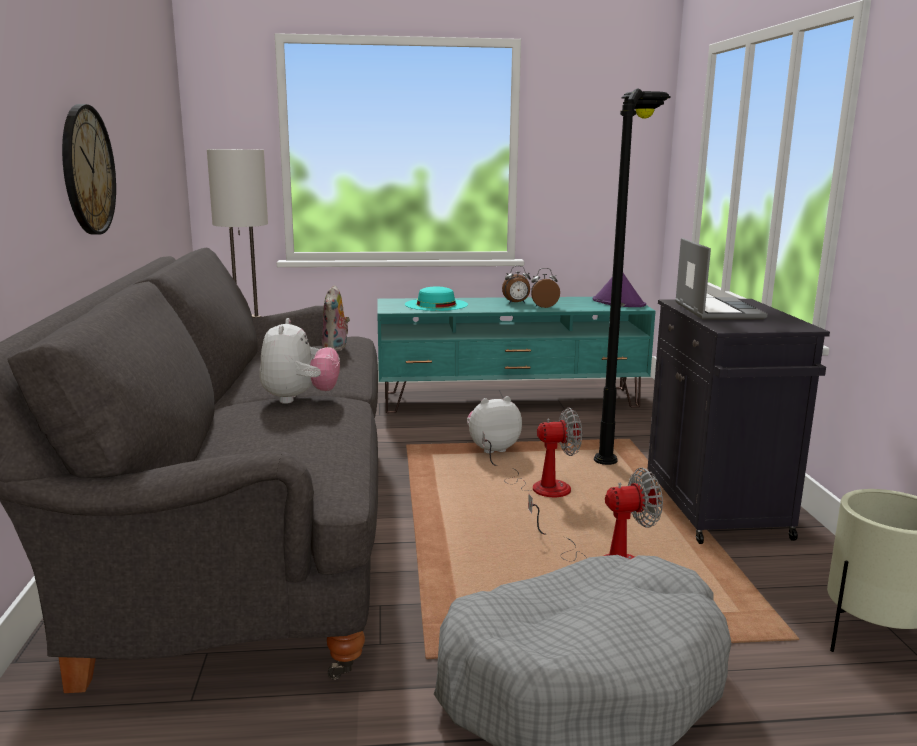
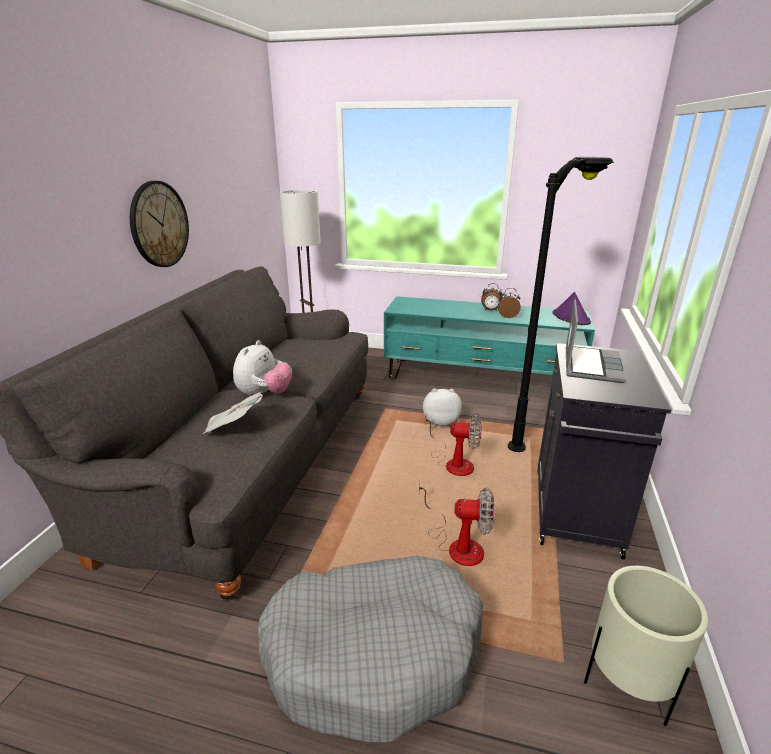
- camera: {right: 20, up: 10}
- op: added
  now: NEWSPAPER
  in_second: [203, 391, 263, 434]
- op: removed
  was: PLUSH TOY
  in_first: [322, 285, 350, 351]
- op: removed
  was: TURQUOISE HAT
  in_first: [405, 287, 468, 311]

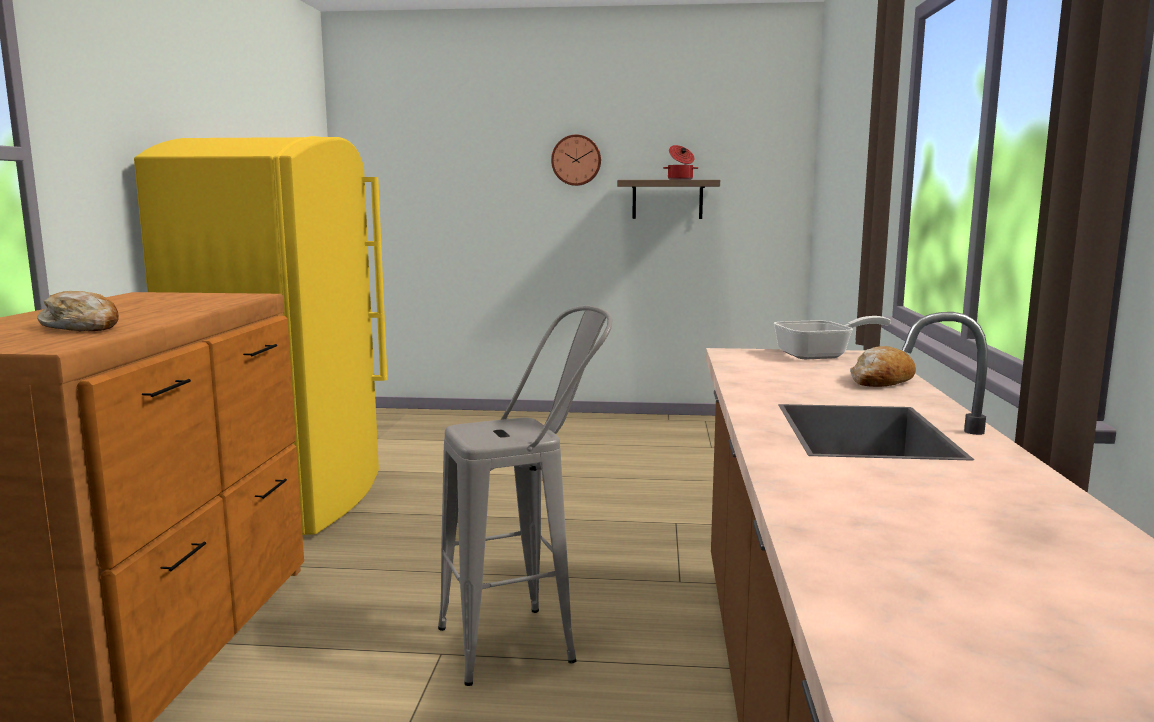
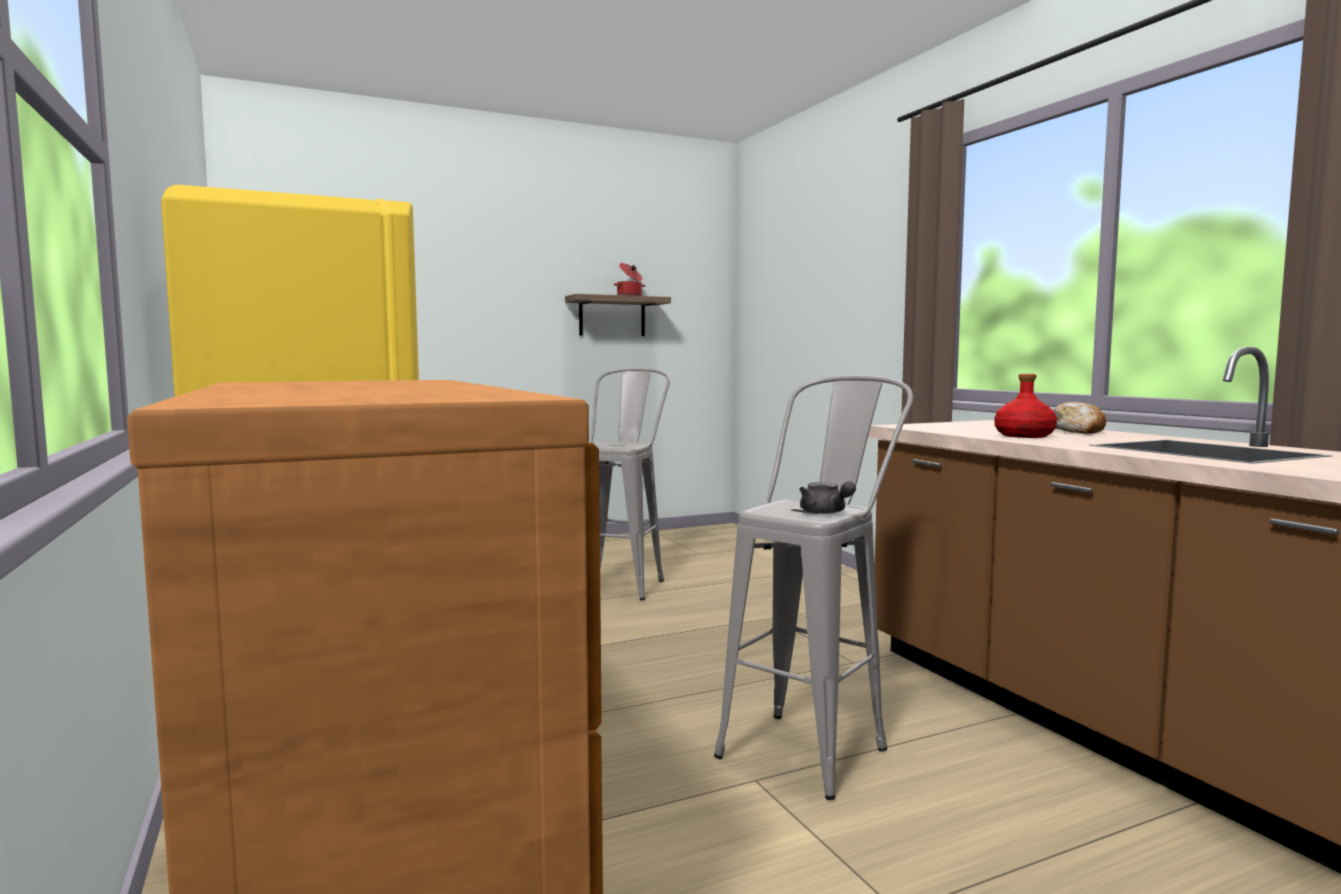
- camera: {right: -30, up: -5}
- op: added
  now: GREY STOOL
  in_second: [591, 368, 670, 600]
- op: added
  now: GREY TEAPOT
  in_second: [799, 481, 856, 514]
- op: added
  now: RED BOTTLE
  in_second: [994, 374, 1057, 438]
- op: removed
  was: BREAD
  in_first: [37, 291, 119, 332]
- op: removed
  was: WALL CLOCK
  in_first: [551, 134, 601, 186]
- op: removed
  was: FRYING PAN
  in_first: [773, 316, 891, 359]

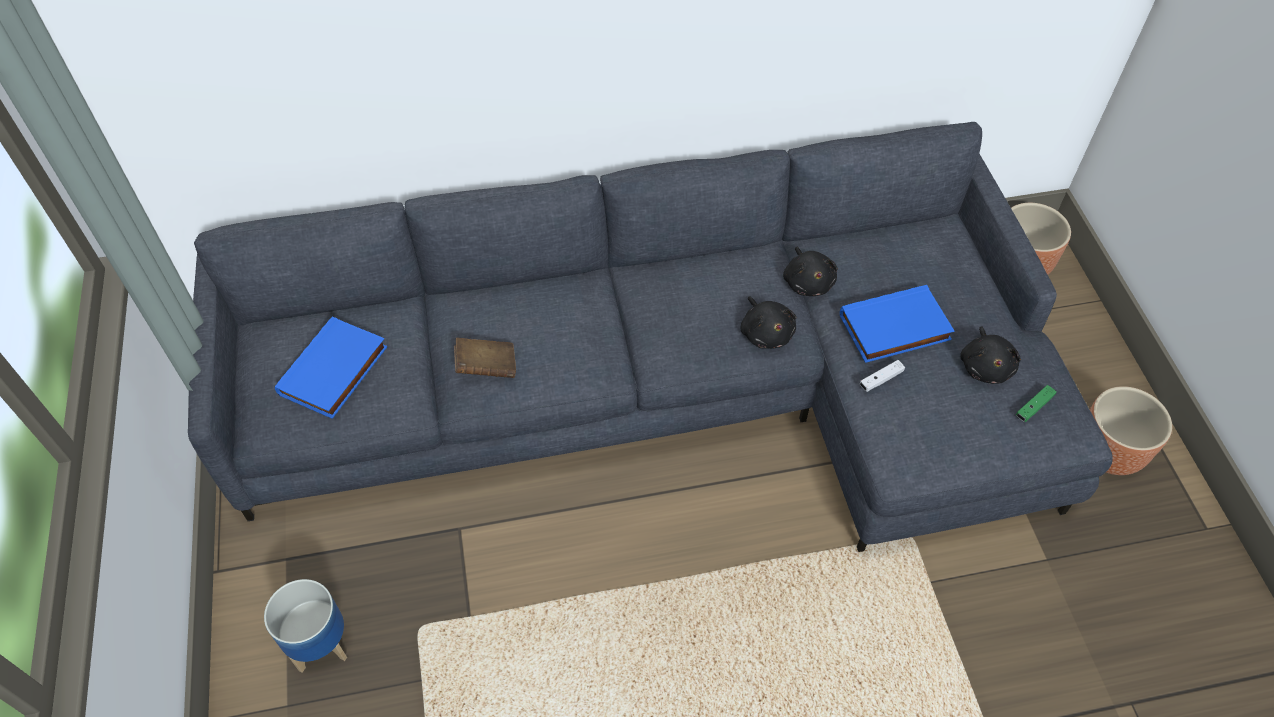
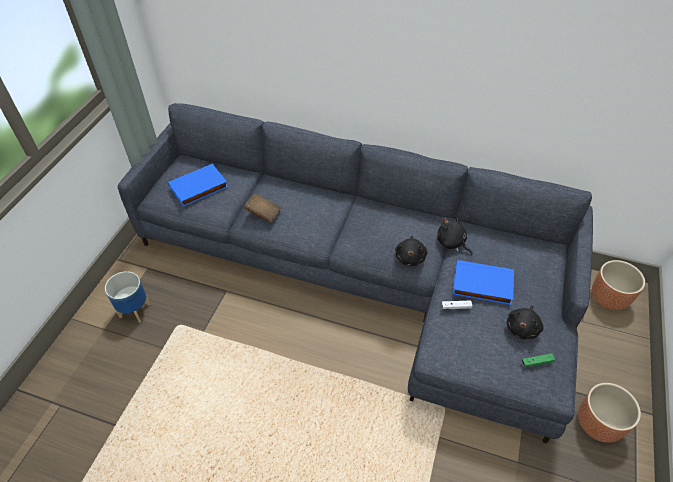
- camera: {right: 30, up: -5}
- op: turned
  was: BLACK PLUSH TOY
  in_first: [783, 247, 838, 296]
  in_second: [437, 215, 473, 255]
  clockwise: 120

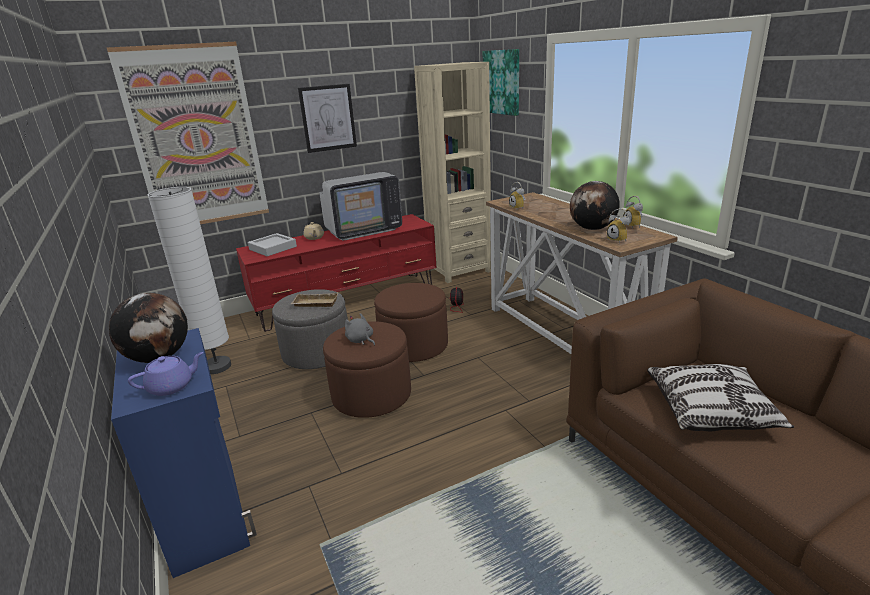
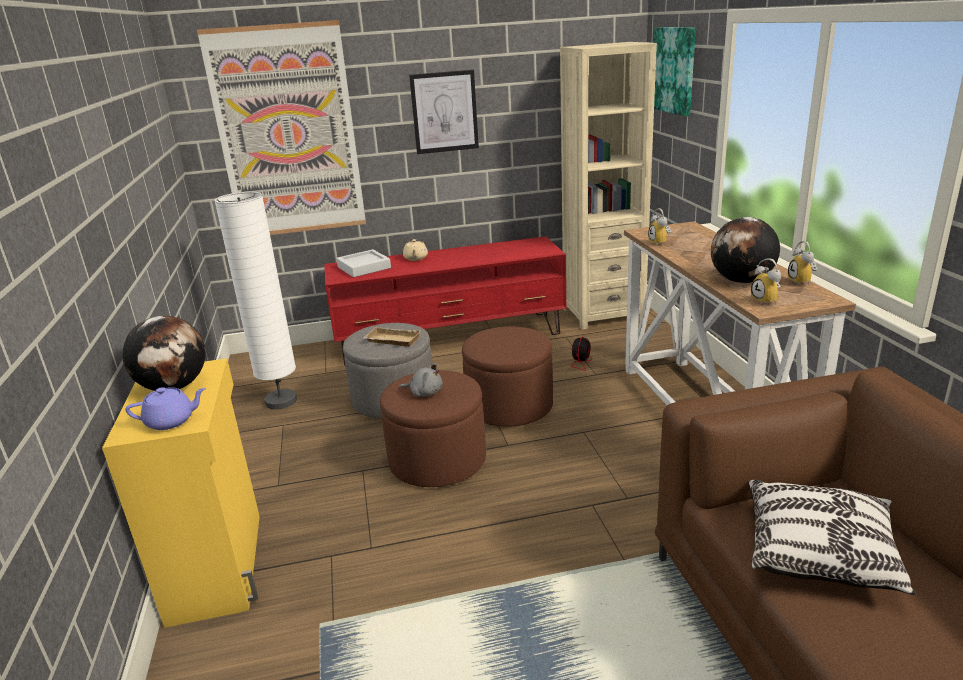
- camera: {right: 15, up: 0}
- op: recoloured
  was: BLUE CABINET
  now: YELLOW CABINET
  in_first: [111, 328, 257, 578]
  in_second: [102, 358, 260, 628]
- op: turned
  was: GREY PLUSH TOY
  in_first: [345, 313, 375, 346]
  in_second: [399, 363, 443, 397]
  clockwise: 135
- op: removed
  was: TELEVISION
  in_first: [320, 172, 402, 240]

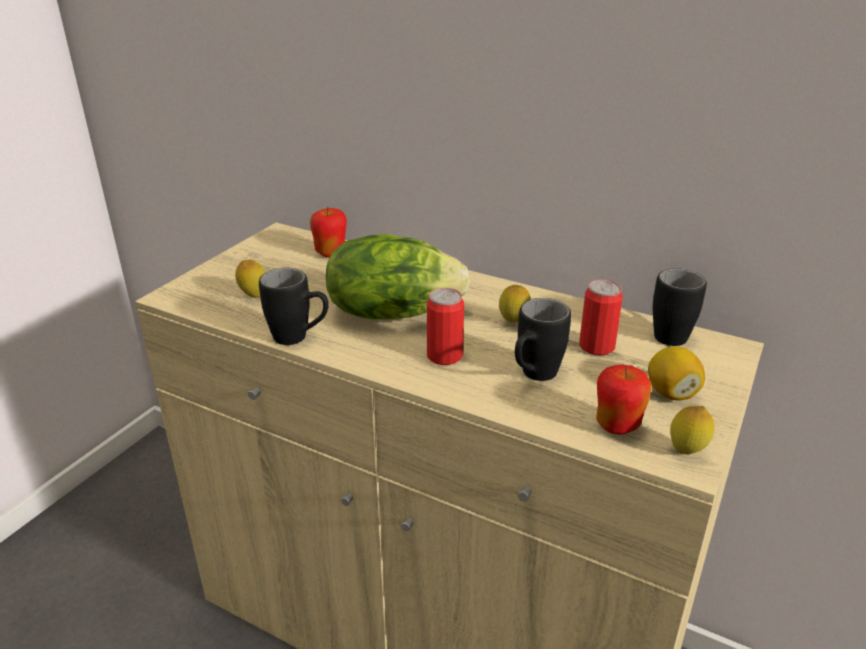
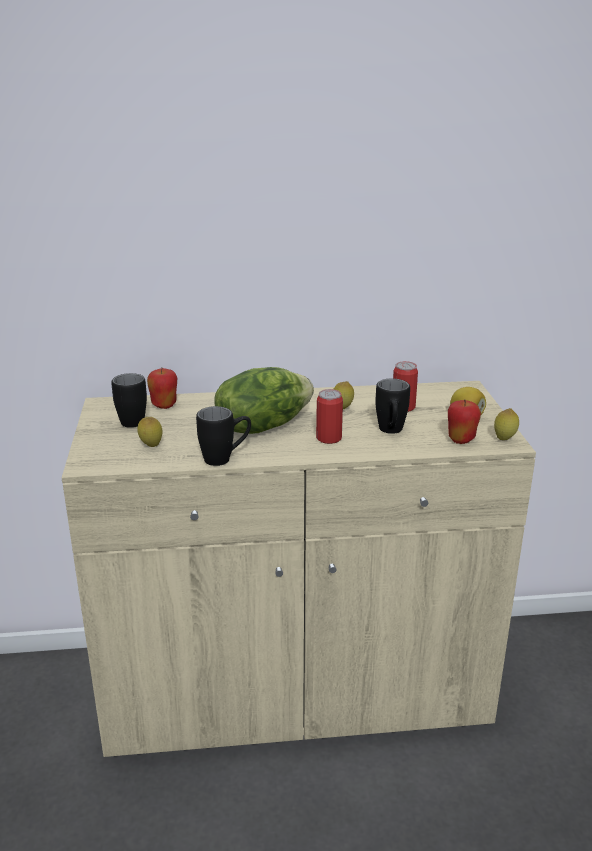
- camera: {right: -35, up: -5}
- op: moved
  was: BLACK MUG
  in_first: [653, 268, 707, 346]
  in_second: [111, 373, 147, 428]

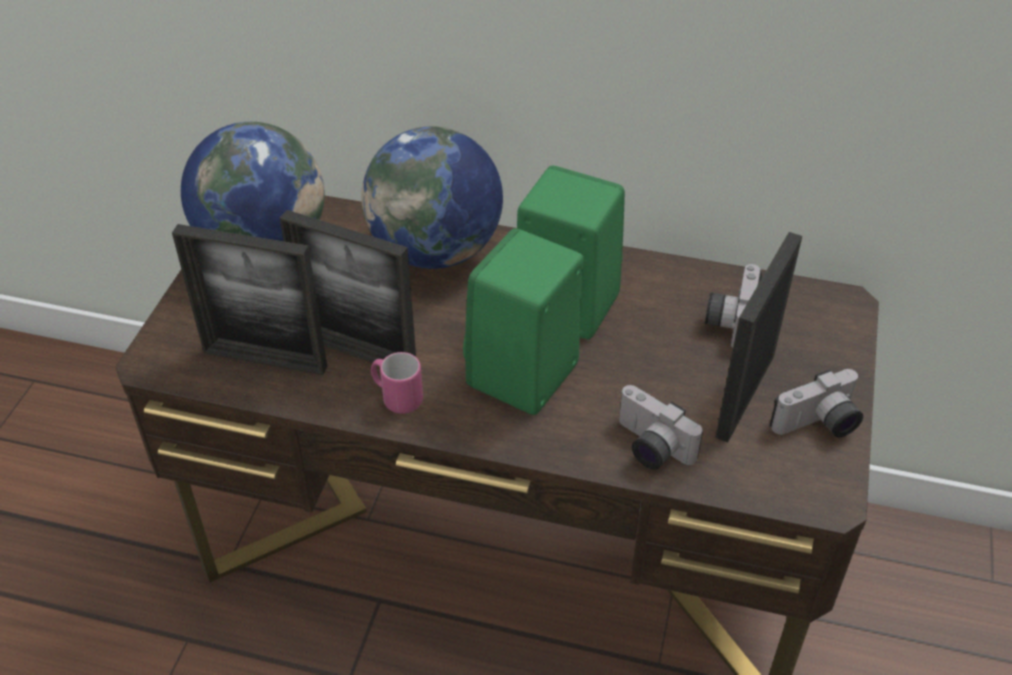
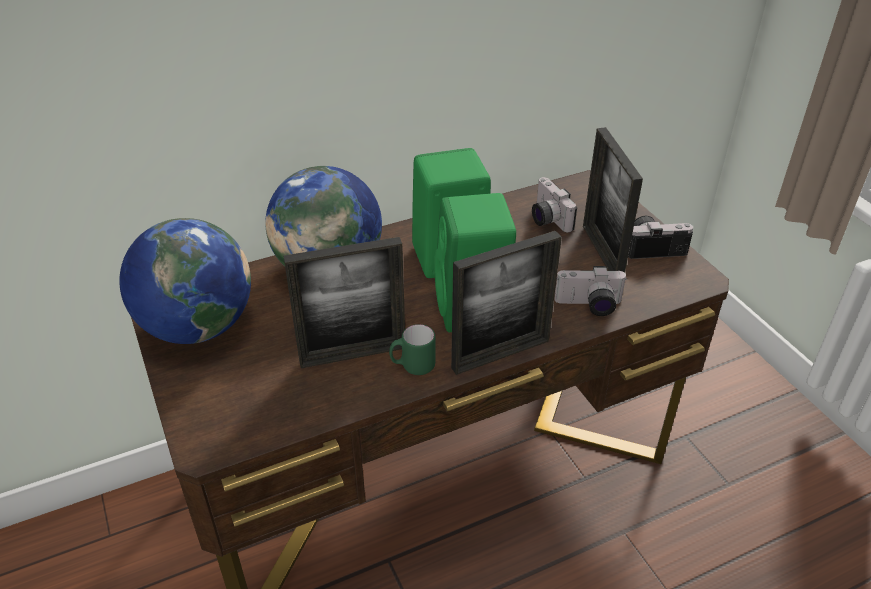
- camera: {right: -40, up: -5}
- op: recoloured
  was: PINK MUG
  now: GREEN MUG
  in_first: [371, 352, 423, 414]
  in_second: [389, 324, 435, 375]
- op: moved
  was: PICTURE FRAME
  in_first: [172, 224, 327, 375]
  in_second: [451, 231, 562, 375]
- op: turned
  was: PHOTO CAMERA
  in_first: [770, 369, 863, 437]
  in_second: [628, 216, 693, 259]
  clockwise: -120

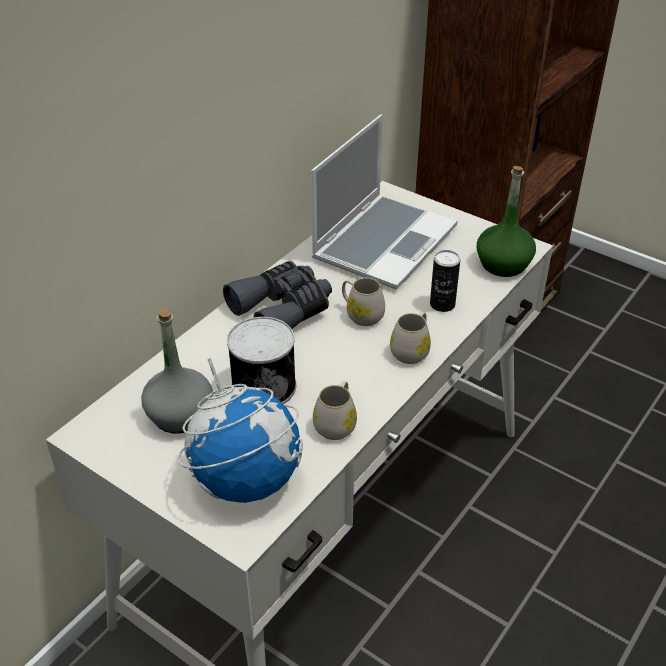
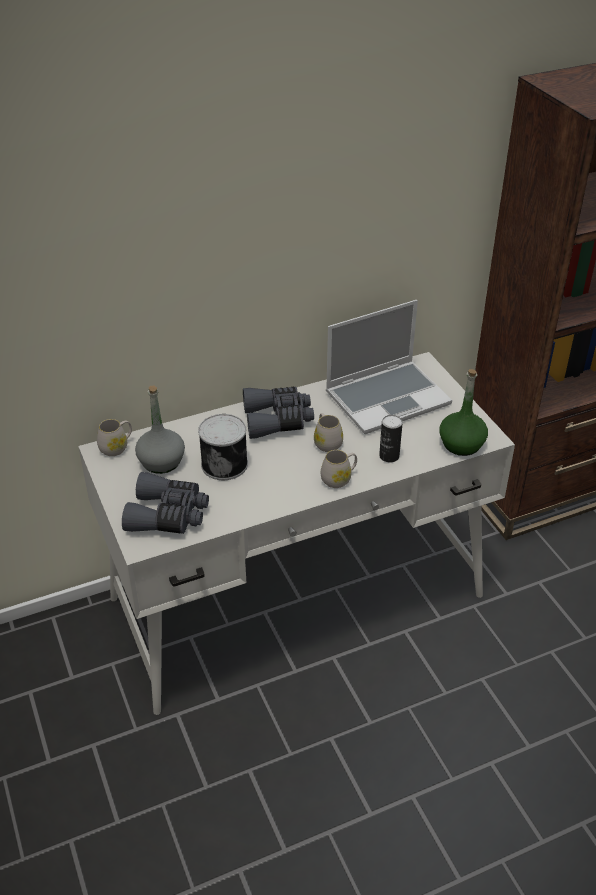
- camera: {right: 30, up: 0}
- op: moved
  was: WHITE MUG
  in_first: [313, 381, 357, 440]
  in_second: [97, 419, 132, 456]
- op: replaced
  was: GLOBE
  now: GREY BINOCULARS
  in_first: [178, 358, 303, 503]
  in_second: [122, 472, 209, 534]

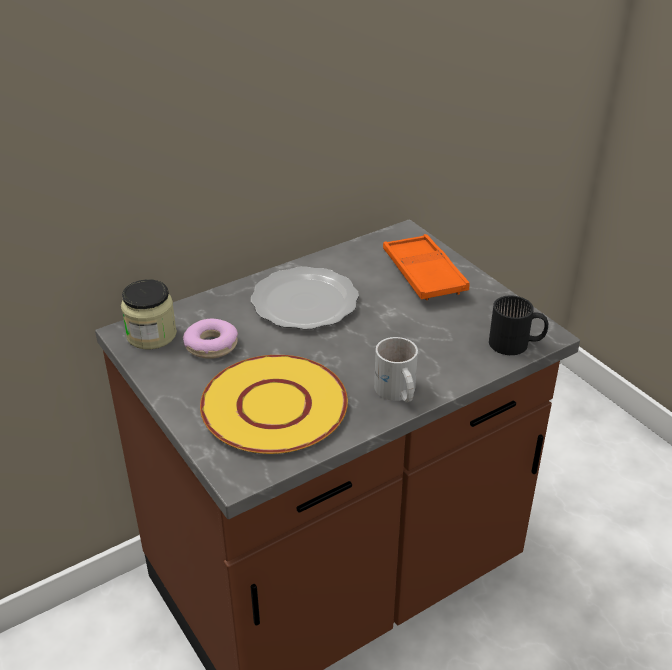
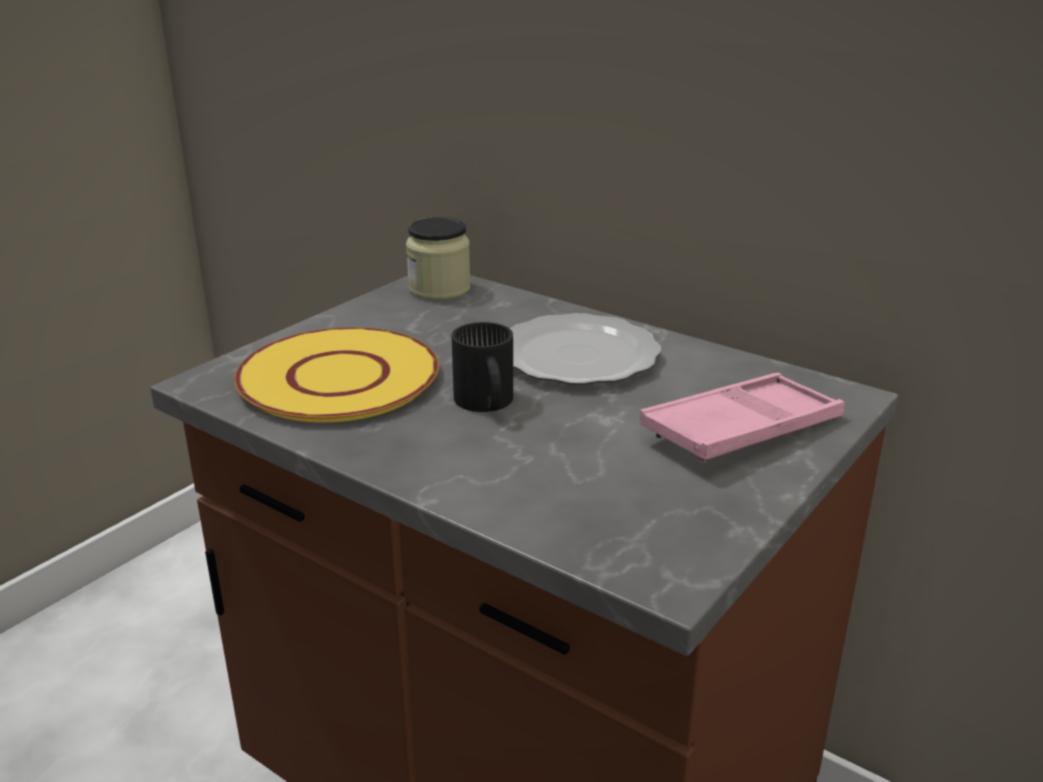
- camera: {right: 70, up: -10}
- op: moved
  was: BLACK MUG
  in_first: [489, 295, 548, 355]
  in_second: [451, 322, 513, 412]
- op: recoloured
  was: ORANGE TRAY
  now: PINK TRAY
  in_first: [383, 234, 470, 300]
  in_second: [639, 373, 845, 463]
- op: removed
  was: DONUT
  in_first: [183, 319, 238, 359]
- op: removed
  was: WHITE MUG
  in_first: [374, 337, 418, 403]

